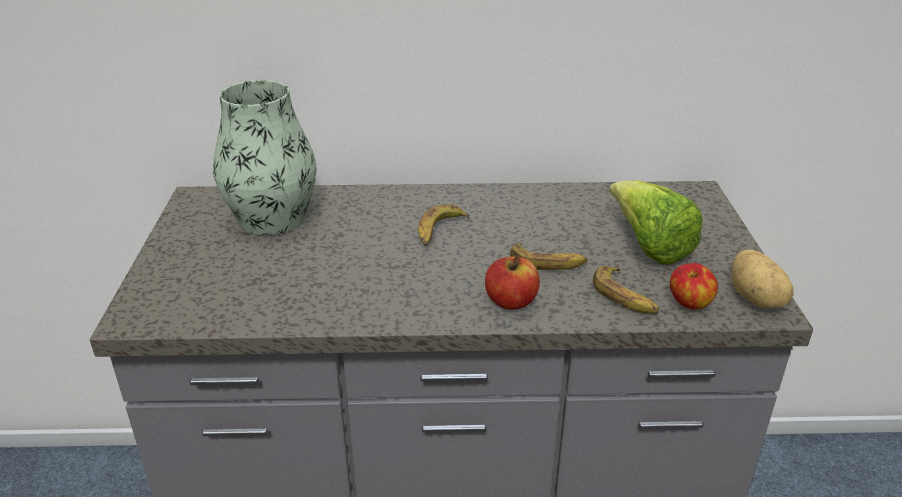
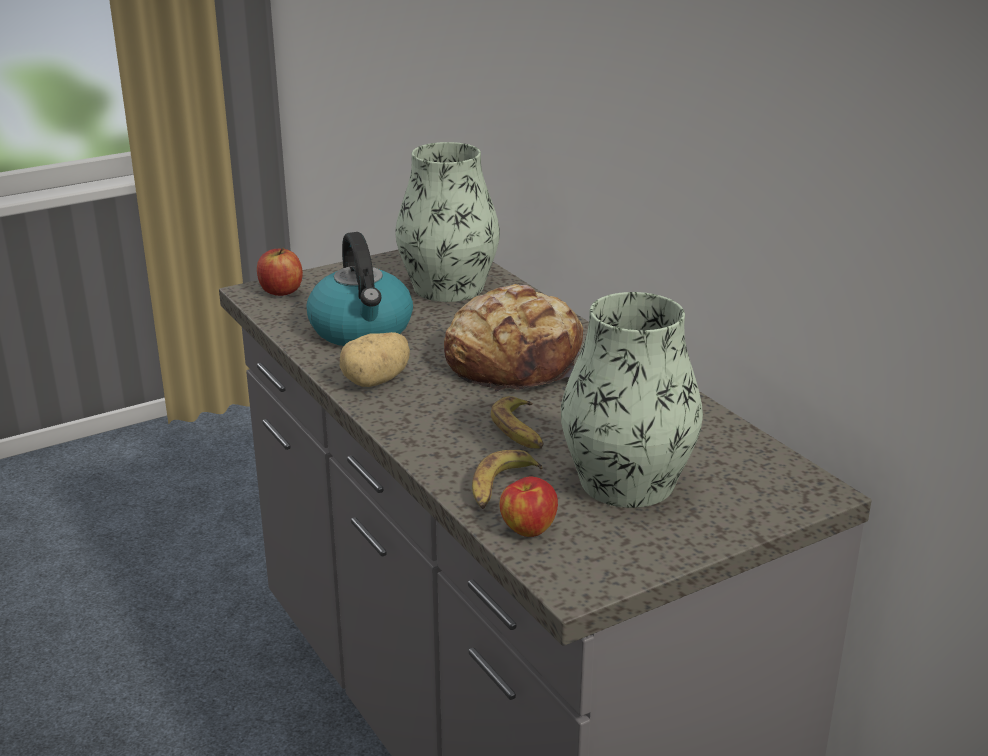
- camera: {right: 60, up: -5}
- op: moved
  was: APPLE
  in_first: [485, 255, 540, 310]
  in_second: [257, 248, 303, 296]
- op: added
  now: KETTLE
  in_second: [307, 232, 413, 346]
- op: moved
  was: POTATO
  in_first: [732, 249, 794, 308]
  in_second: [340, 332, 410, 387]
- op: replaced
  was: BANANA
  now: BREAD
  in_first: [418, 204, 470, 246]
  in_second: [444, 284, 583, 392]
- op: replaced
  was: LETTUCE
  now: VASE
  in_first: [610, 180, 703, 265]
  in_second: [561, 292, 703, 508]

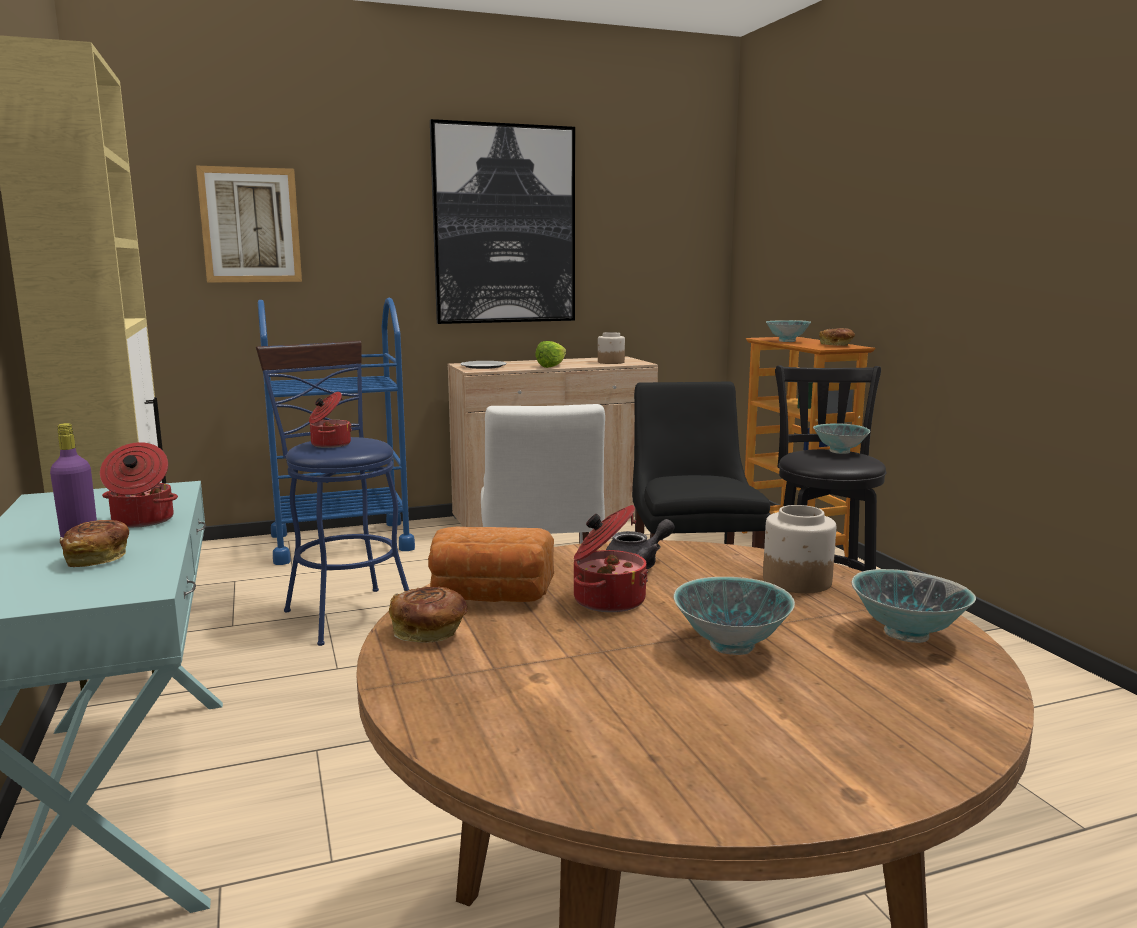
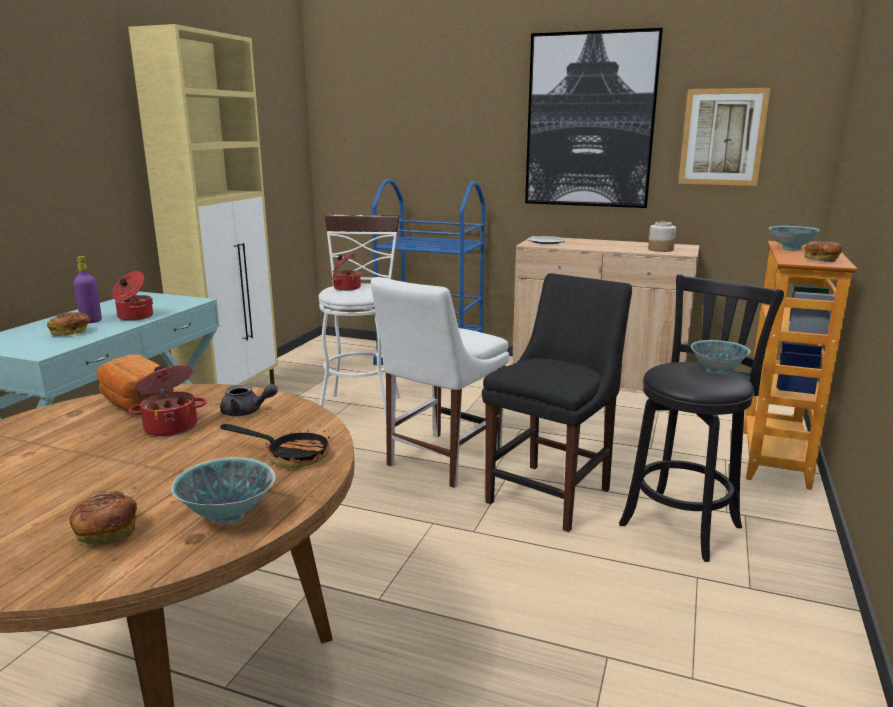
- camera: {right: 40, up: 5}
- op: moved
  was: BREAD
  in_first: [389, 587, 468, 643]
  in_second: [70, 491, 137, 546]
- op: replaced
  was: JAR
  now: FRYING PAN
  in_first: [763, 505, 836, 593]
  in_second: [220, 424, 330, 468]
- op: recoloured
  was: BLUE STOOL
  now: WHITE STOOL
  in_first: [256, 341, 409, 646]
  in_second: [318, 214, 400, 417]
- op: moved
  was: PICTURE
  in_first: [196, 166, 302, 283]
  in_second: [678, 88, 771, 186]
- op: removed
  was: LETTUCE
  in_first: [535, 341, 566, 368]
- op: removed
  was: BOWL
  in_first: [674, 577, 795, 655]

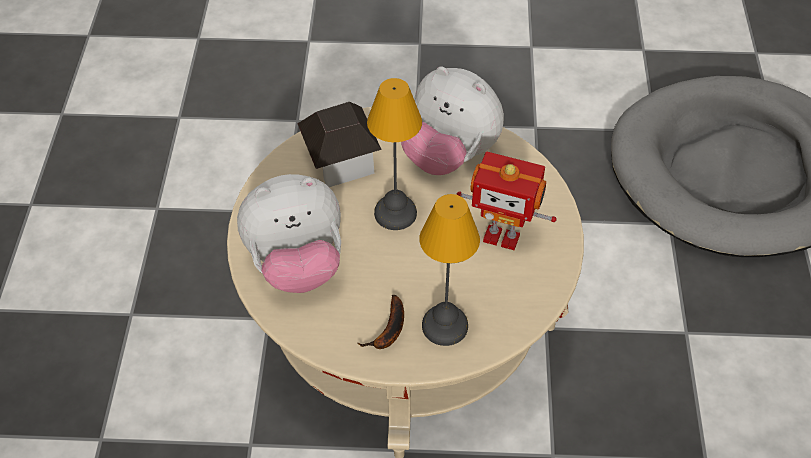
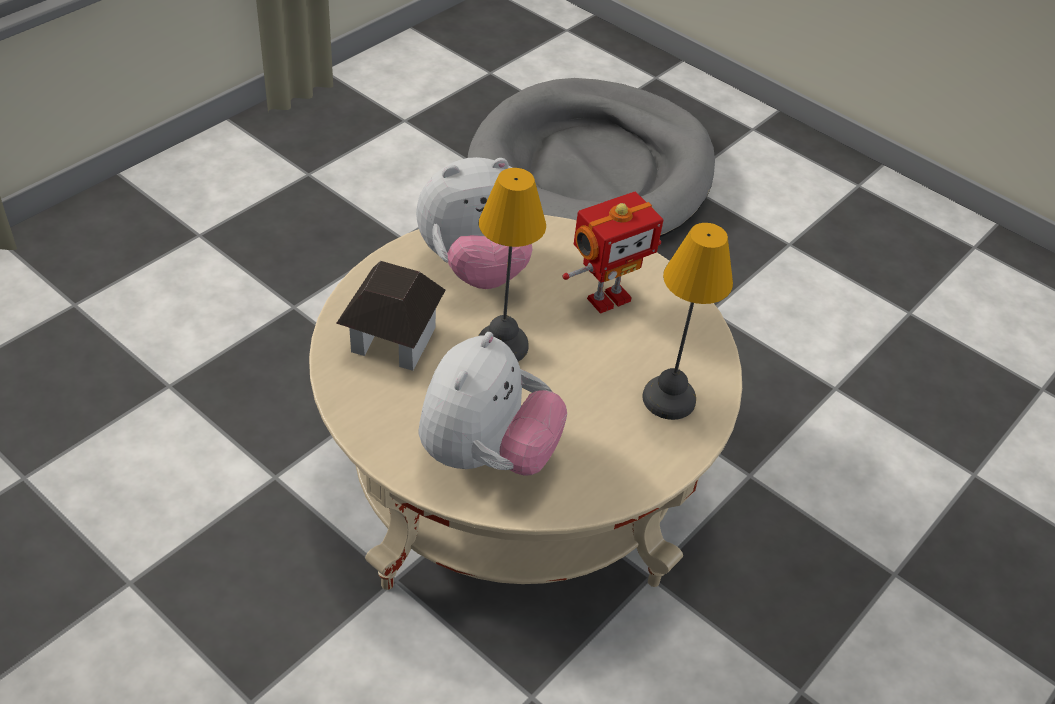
- camera: {right: -55, up: -5}
- op: removed
  was: BANANA
  in_first: [357, 295, 404, 349]

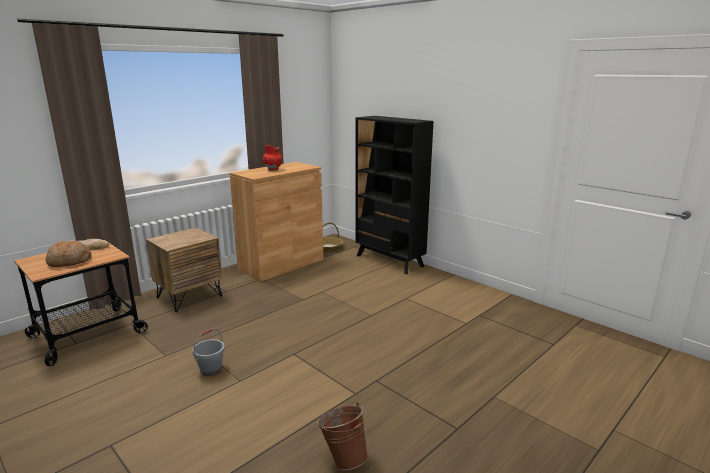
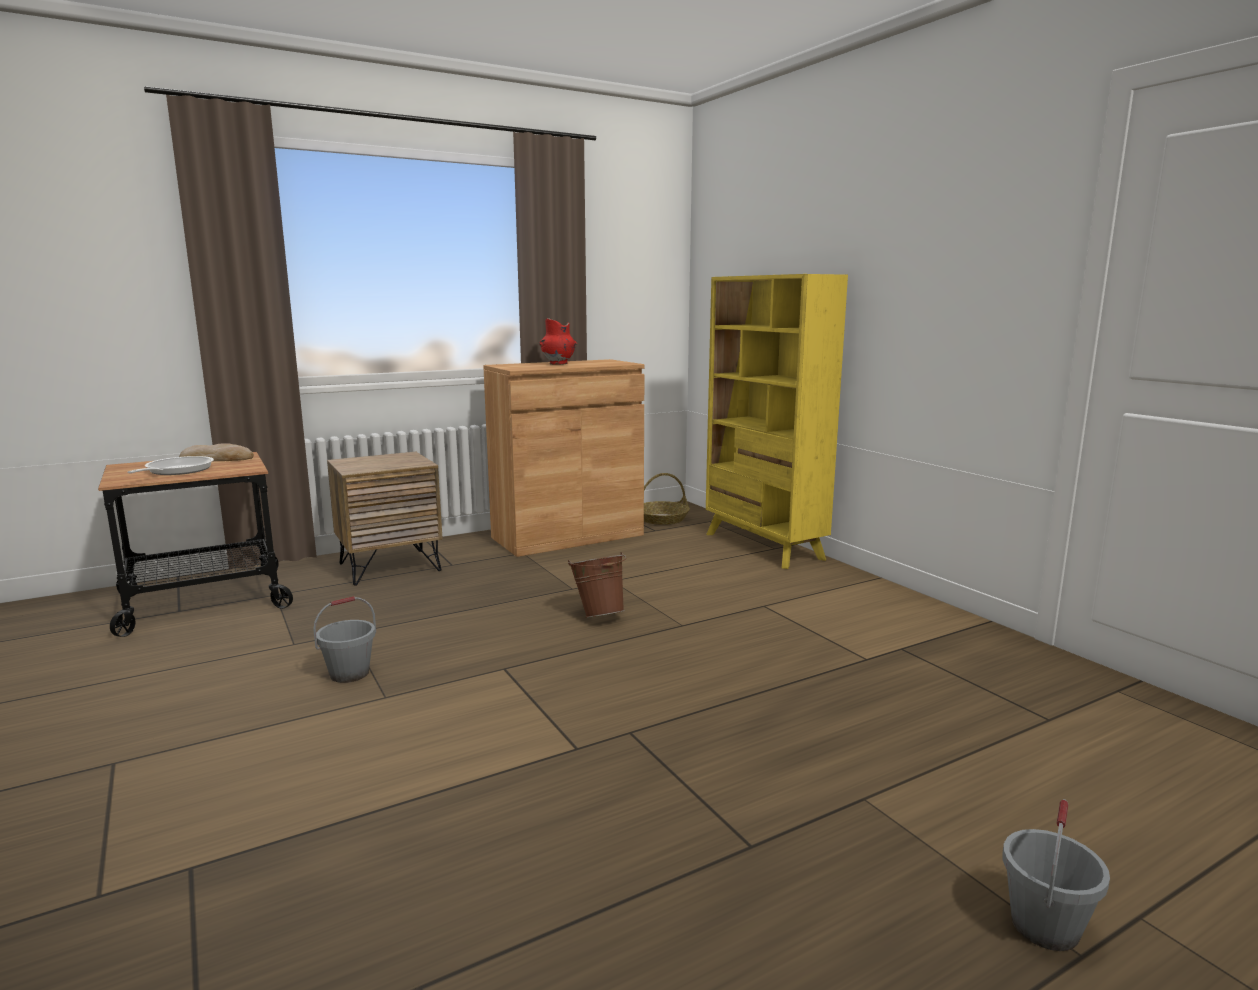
- camera: {right: 15, up: -5}
- op: replaced
  was: BREAD
  now: FRYING PAN
  in_first: [45, 241, 91, 267]
  in_second: [127, 456, 214, 475]
- op: moved
  was: BROWN BUCKET
  in_first: [317, 402, 368, 470]
  in_second: [568, 552, 626, 618]
- op: recoloured
  was: BLACK BOOKCASE
  now: YELLOW BOOKCASE
  in_first: [355, 116, 434, 274]
  in_second: [706, 274, 848, 569]
- op: added
  now: GREY BUCKET
  in_second: [1003, 799, 1110, 951]

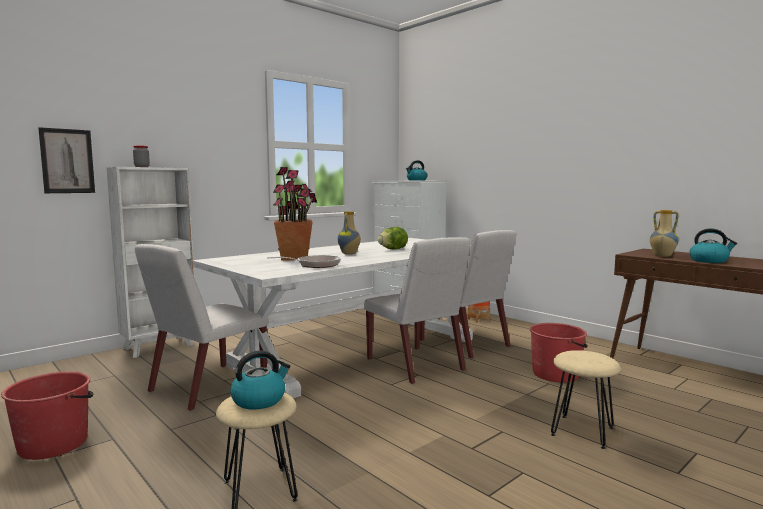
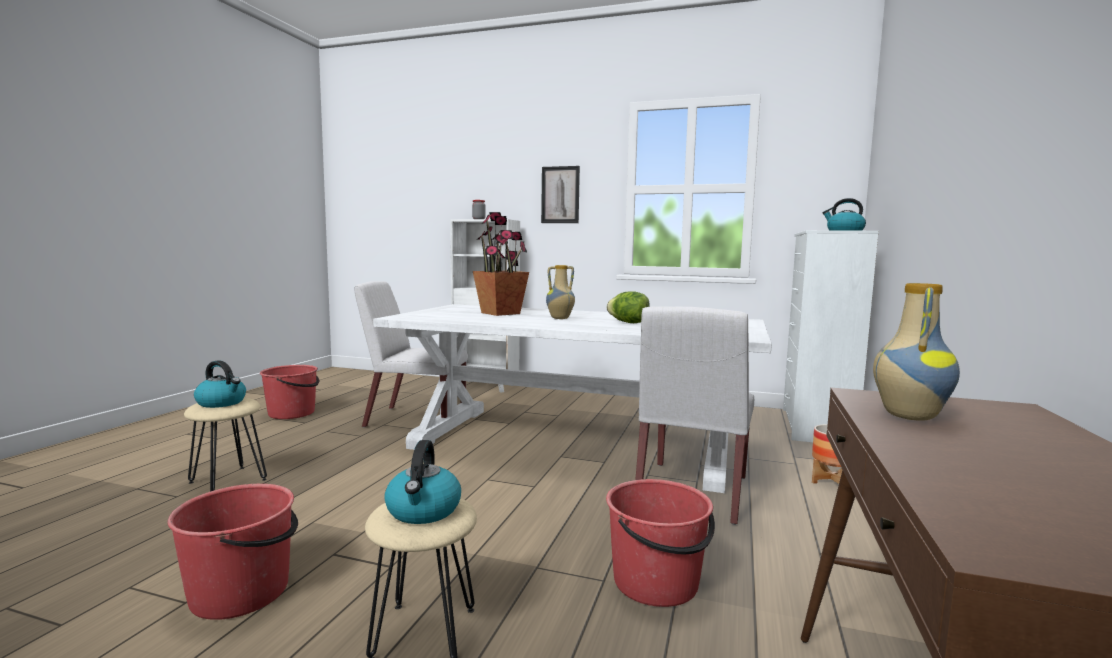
- camera: {right: 60, up: 0}
- op: added
  now: RED BUCKET
  in_second: [167, 484, 298, 620]
- op: moved
  was: KETTLE
  in_first: [689, 228, 737, 263]
  in_second: [384, 440, 461, 524]
- op: moved
  was: PICTURE
  in_first: [38, 127, 95, 193]
  in_second: [541, 166, 580, 223]
- op: removed
  was: FRYING PAN
  in_first: [267, 255, 341, 268]
- op: removed
  was: WHITE CHAIR
  in_first: [364, 237, 470, 384]

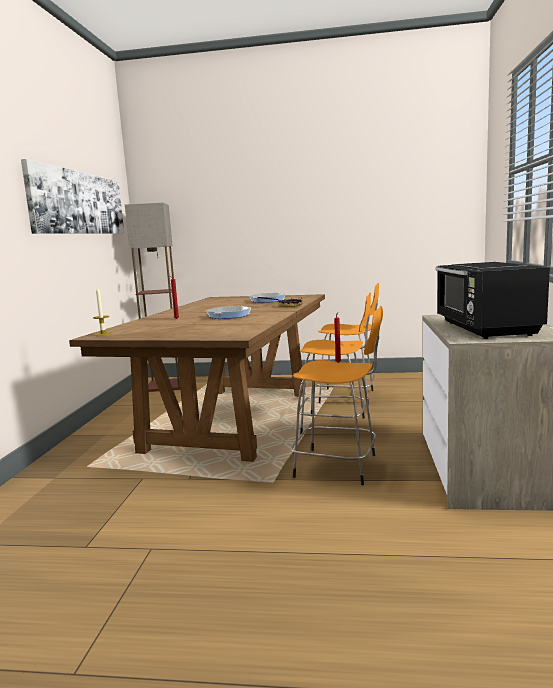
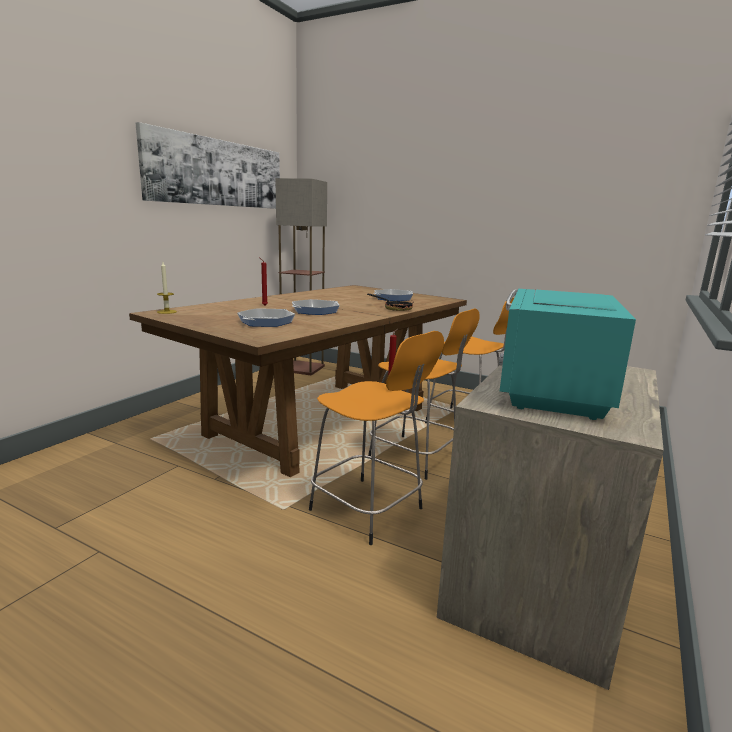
- camera: {right: 20, up: 5}
- op: added
  now: FRYING PAN
  in_second: [237, 309, 295, 327]
- op: recoloured
  was: BLACK MICROWAVE
  now: TURQUOISE MICROWAVE
  in_first: [436, 262, 550, 339]
  in_second: [499, 289, 636, 420]

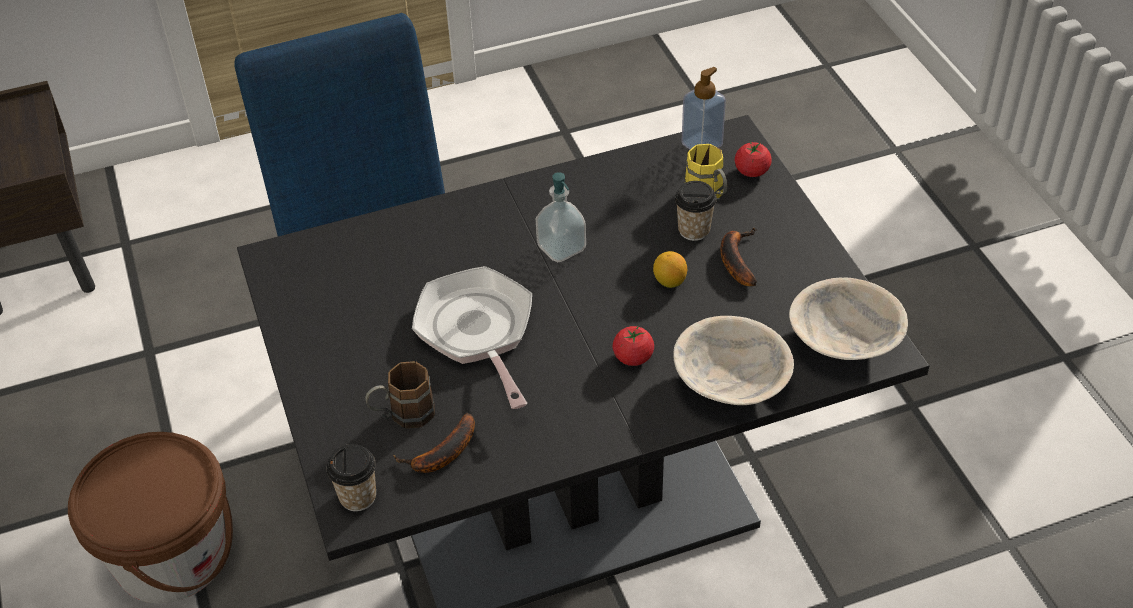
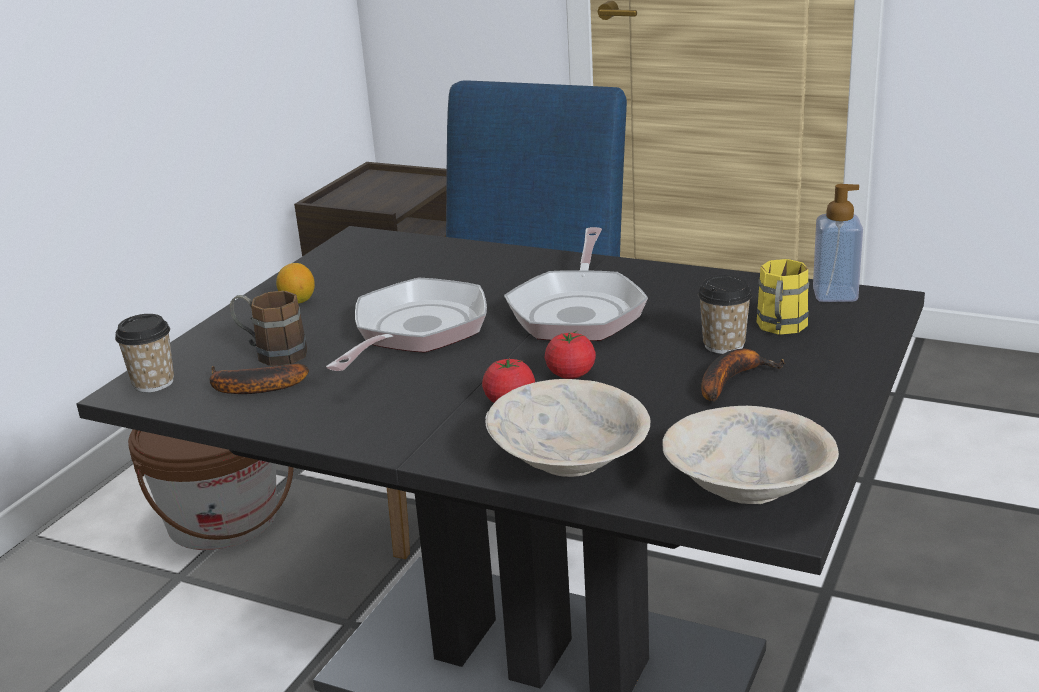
- camera: {right: 45, up: -20}
- op: moved
  was: LEMON
  in_first: [653, 251, 687, 288]
  in_second: [276, 263, 315, 304]
- op: replaced
  was: SOAP DISPENSER
  now: FRYING PAN
  in_first: [536, 172, 586, 263]
  in_second: [504, 227, 648, 341]
- op: moved
  was: TOMATO
  in_first: [735, 142, 772, 177]
  in_second: [545, 331, 596, 379]

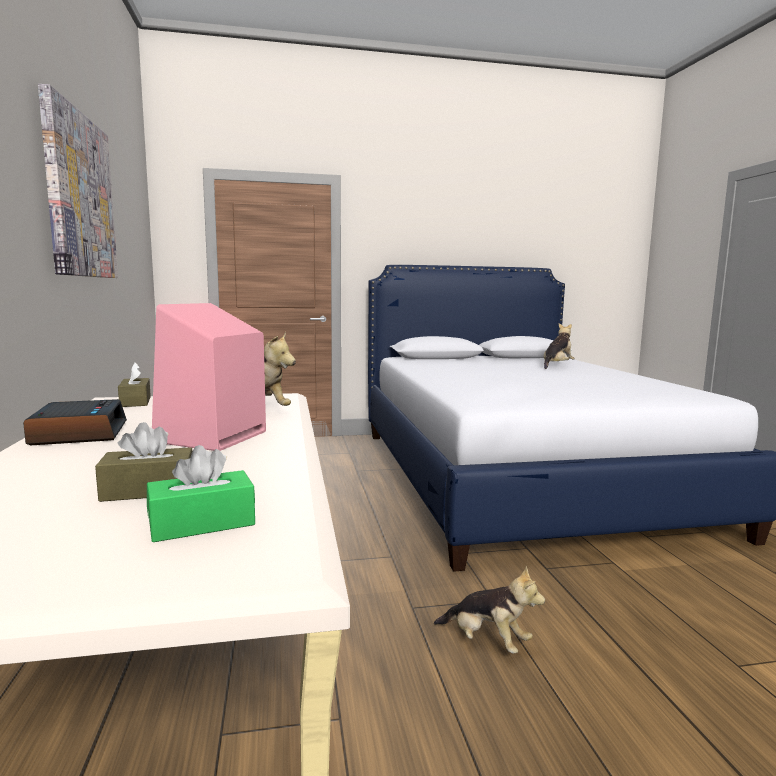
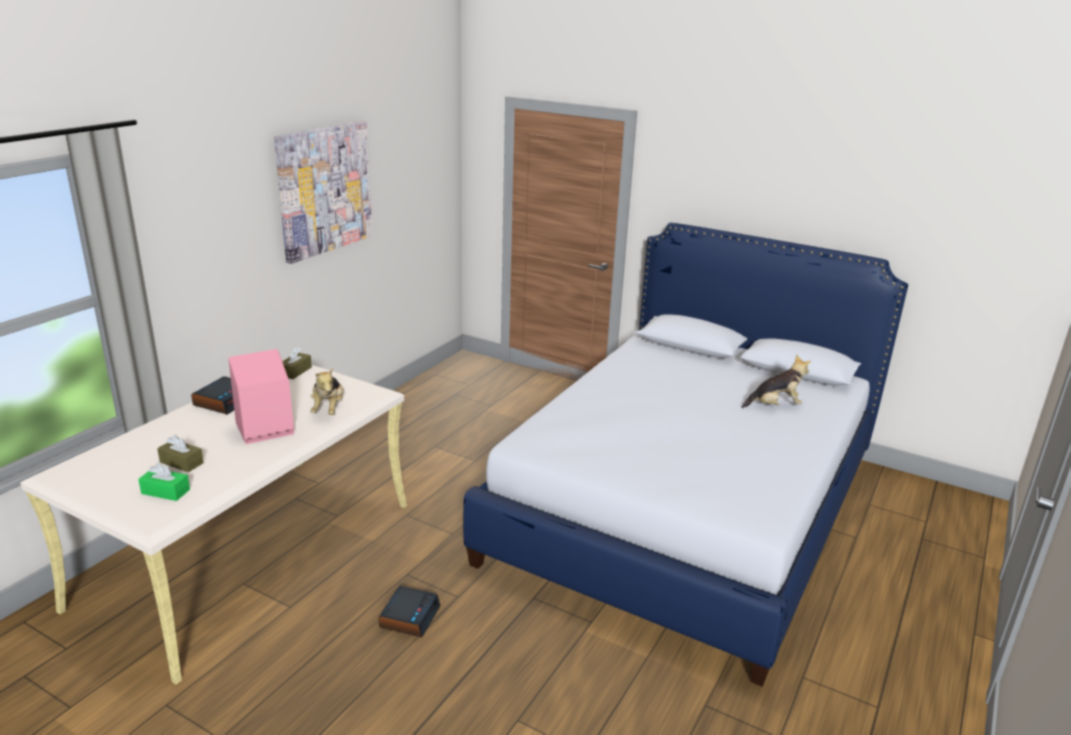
- camera: {right: 40, up: 15}
- op: replaced
  was: PLUSH TOY
  now: ALARM CLOCK
  in_first: [434, 566, 545, 653]
  in_second: [378, 586, 440, 637]

